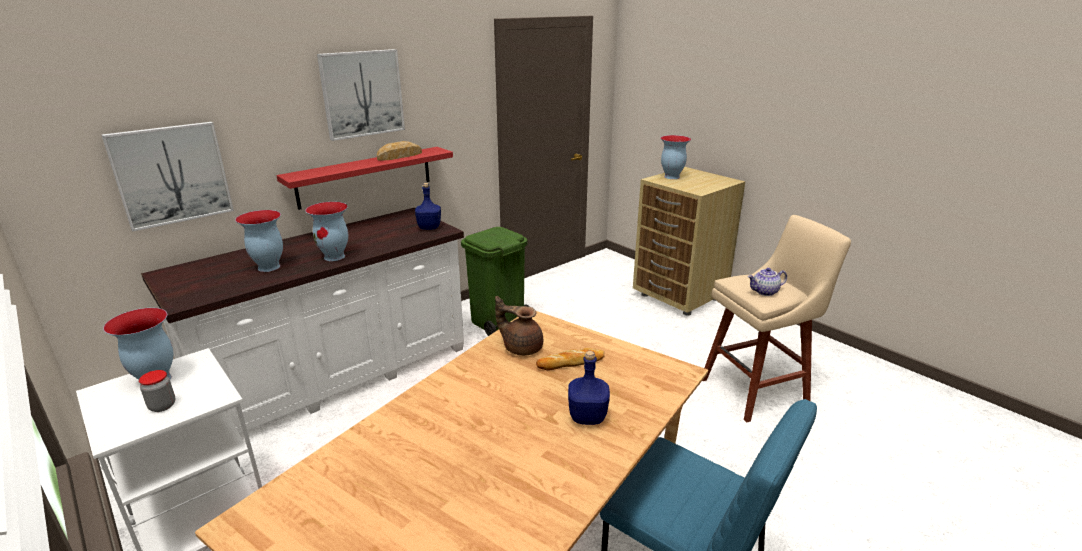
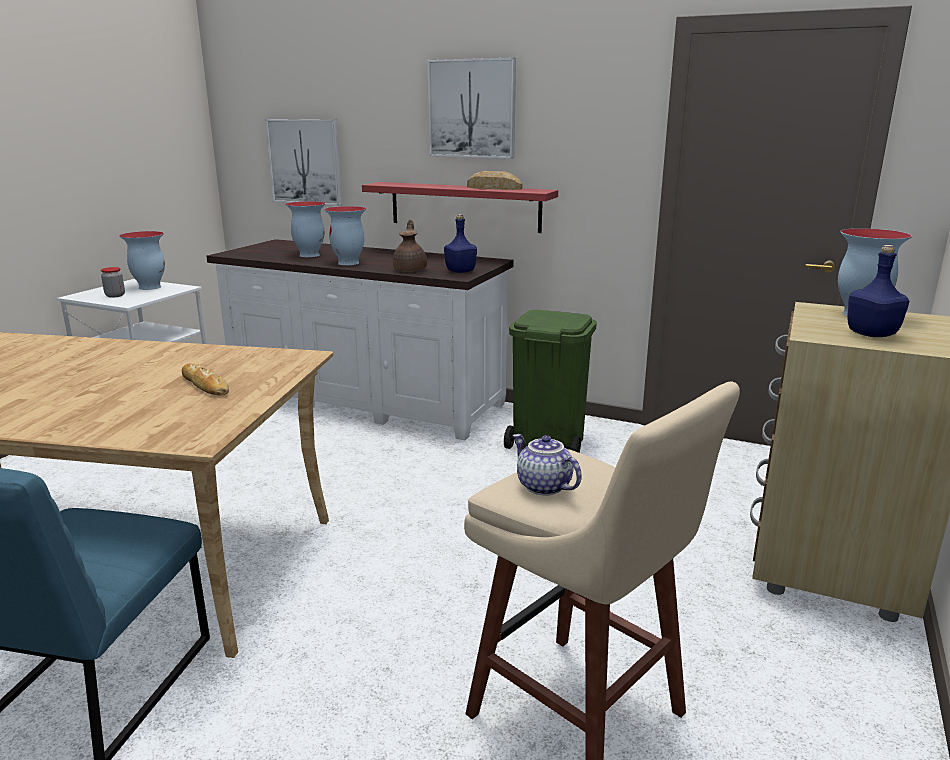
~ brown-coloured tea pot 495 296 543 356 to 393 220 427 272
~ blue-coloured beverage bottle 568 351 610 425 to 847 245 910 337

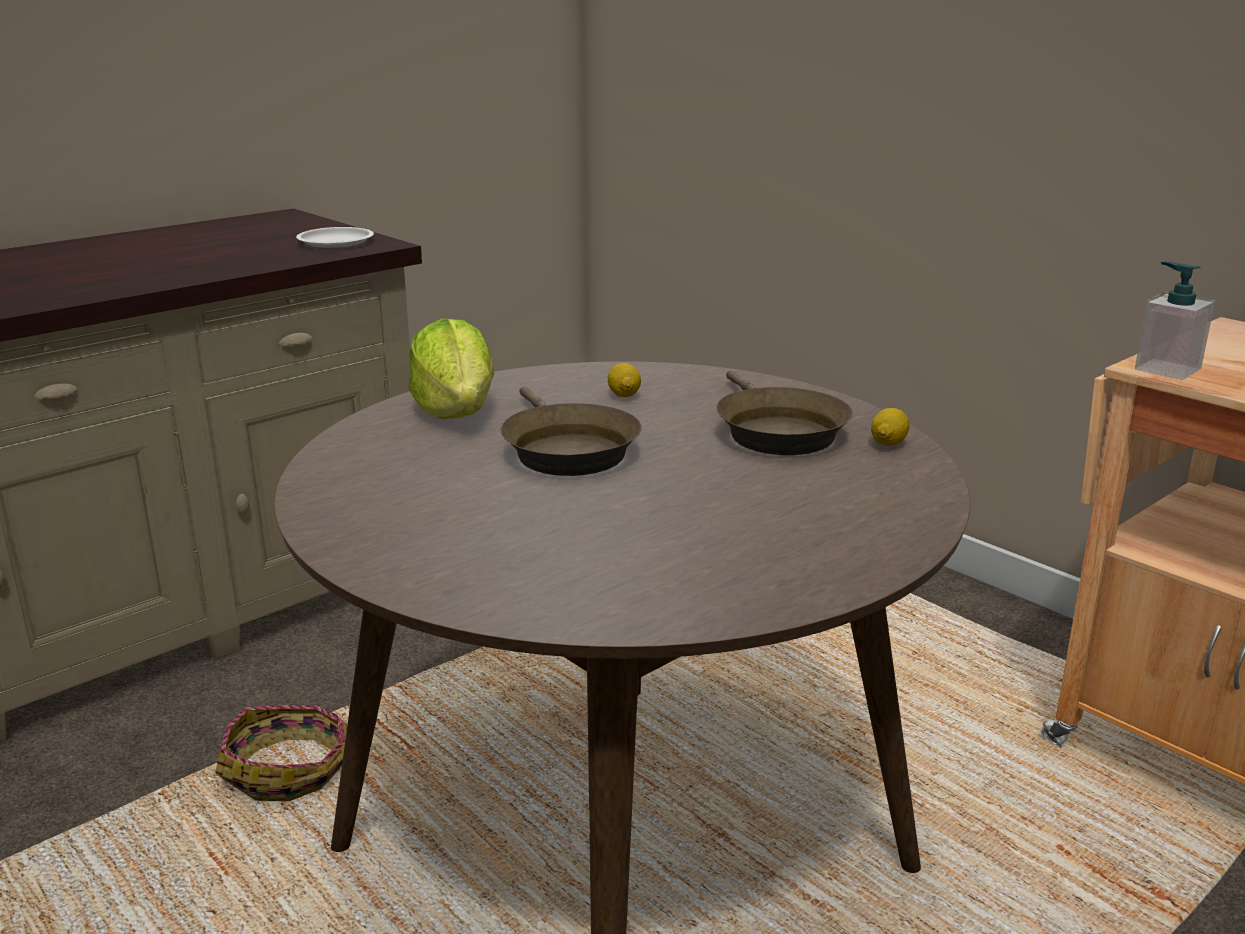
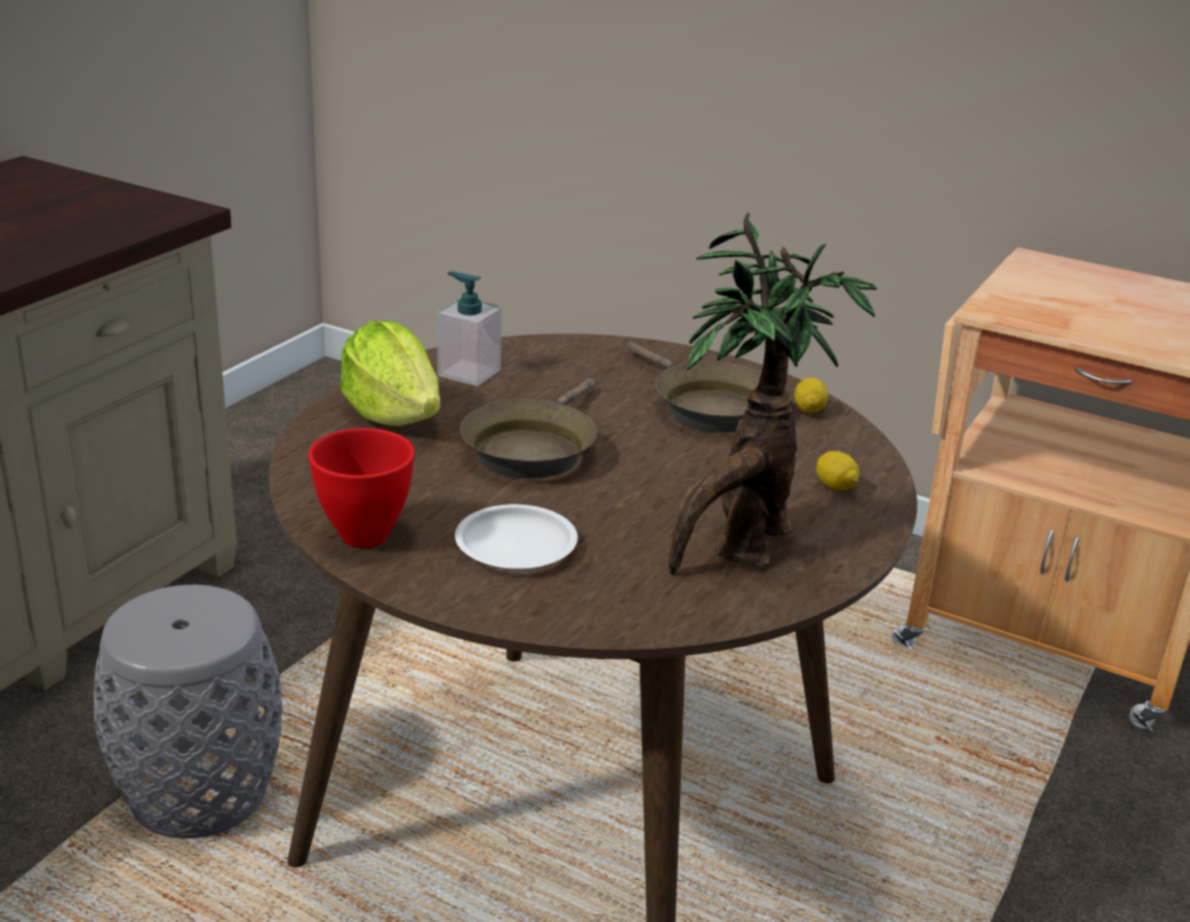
~ basket 215 705 347 801 to grey stool 94 585 283 839
+ reddish deep dish 308 428 415 548
~ liquid soap bottle 1135 261 1215 380 to 437 271 502 386
~ white plate 296 227 374 248 to 455 504 578 570
~ brown-coloured frying pan 501 387 642 476 = 460 378 597 479 60 degrees clockwise
+ plant in a pot 668 212 877 574
~ whole lemon 608 363 641 397 to 816 451 859 490

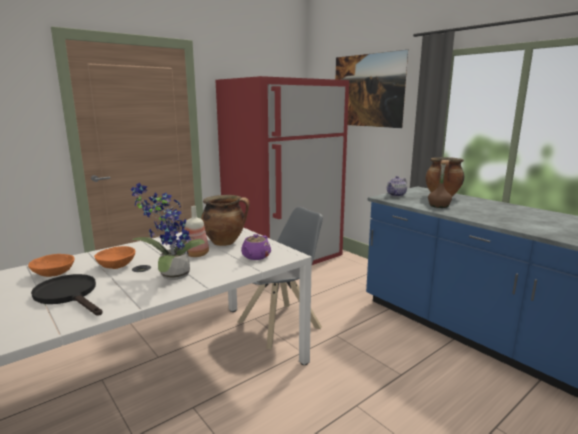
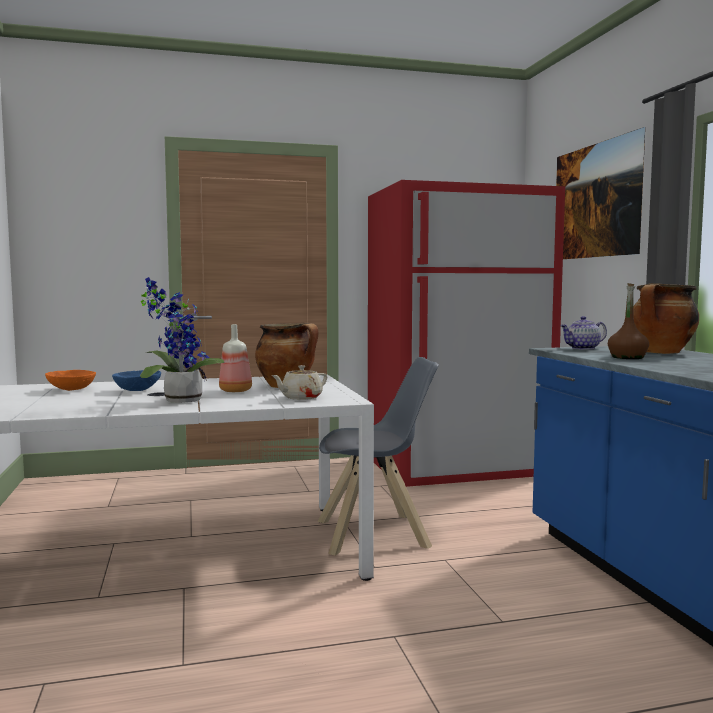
~ orange-coloured deep dish 94 246 135 269 to blue-coloured deep dish 112 370 161 391
~ purplish tea pot 241 234 271 260 to sand-coloured tea pot 271 365 327 400
- blackish frying pan 31 274 103 316

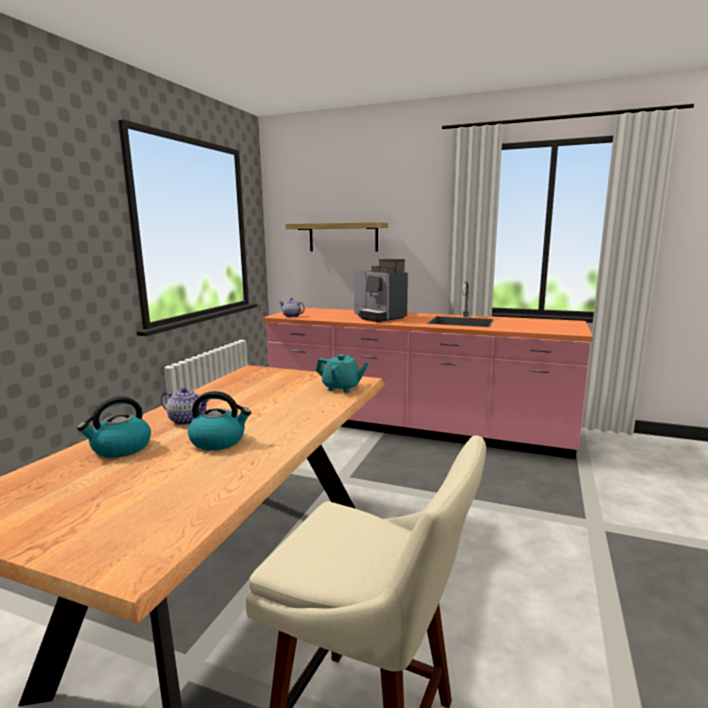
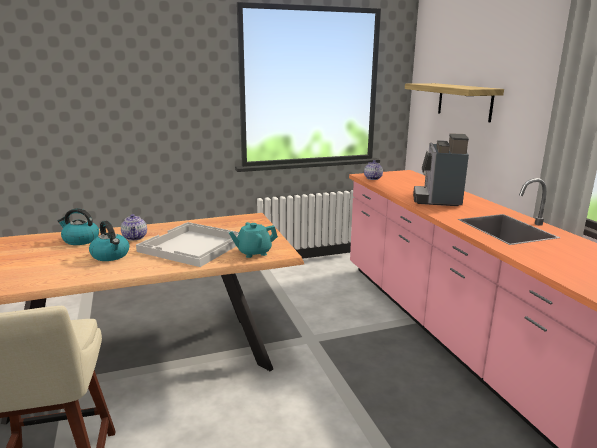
+ white serving tray 136 222 239 267
~ blue-green tea pot 316 354 369 392 = 229 222 278 258 90 degrees clockwise

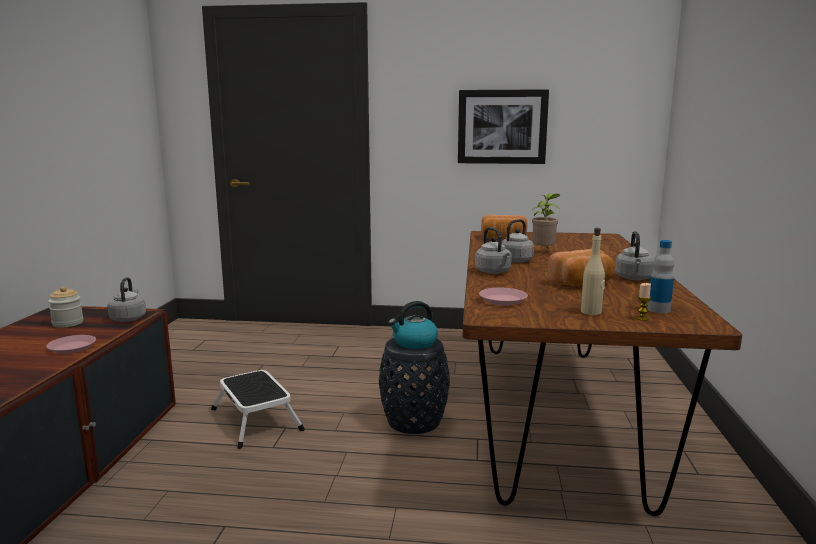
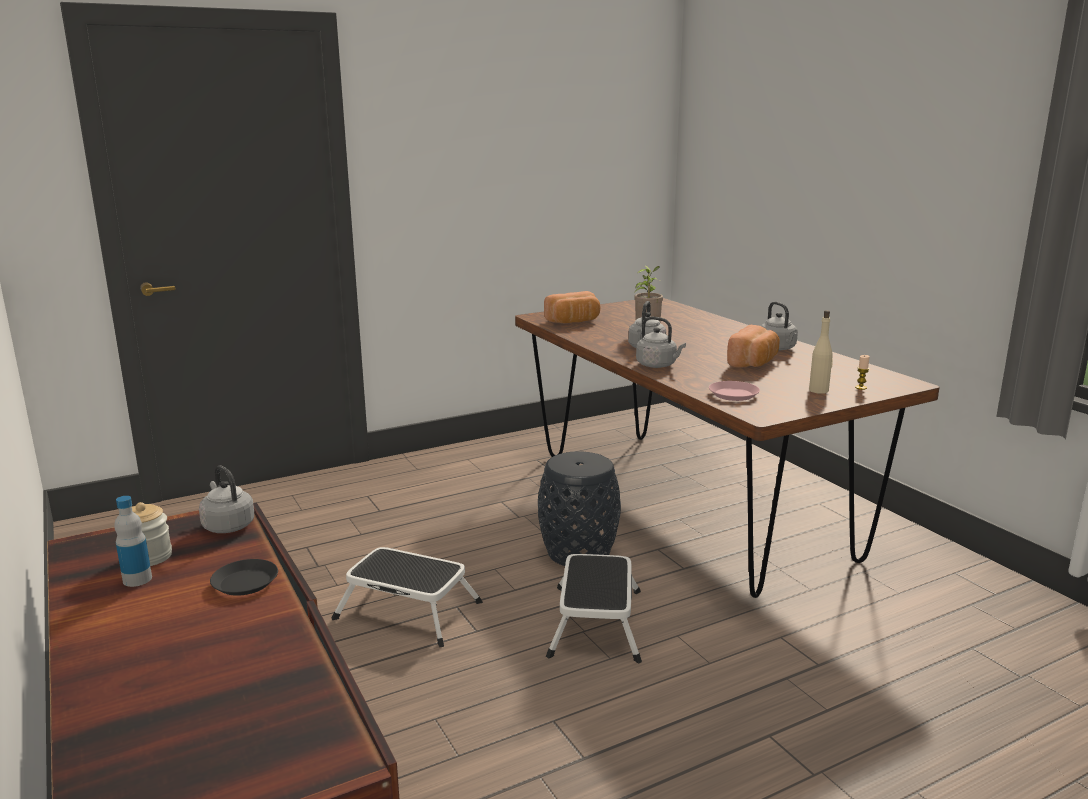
~ beverage bottle 647 240 674 313 to 114 496 152 587
~ pink-coloured plate 46 335 96 354 to blackish plate 210 559 278 596
+ blackish stepladder 546 554 642 664
- kettle 388 301 438 349
- picture 458 89 549 164

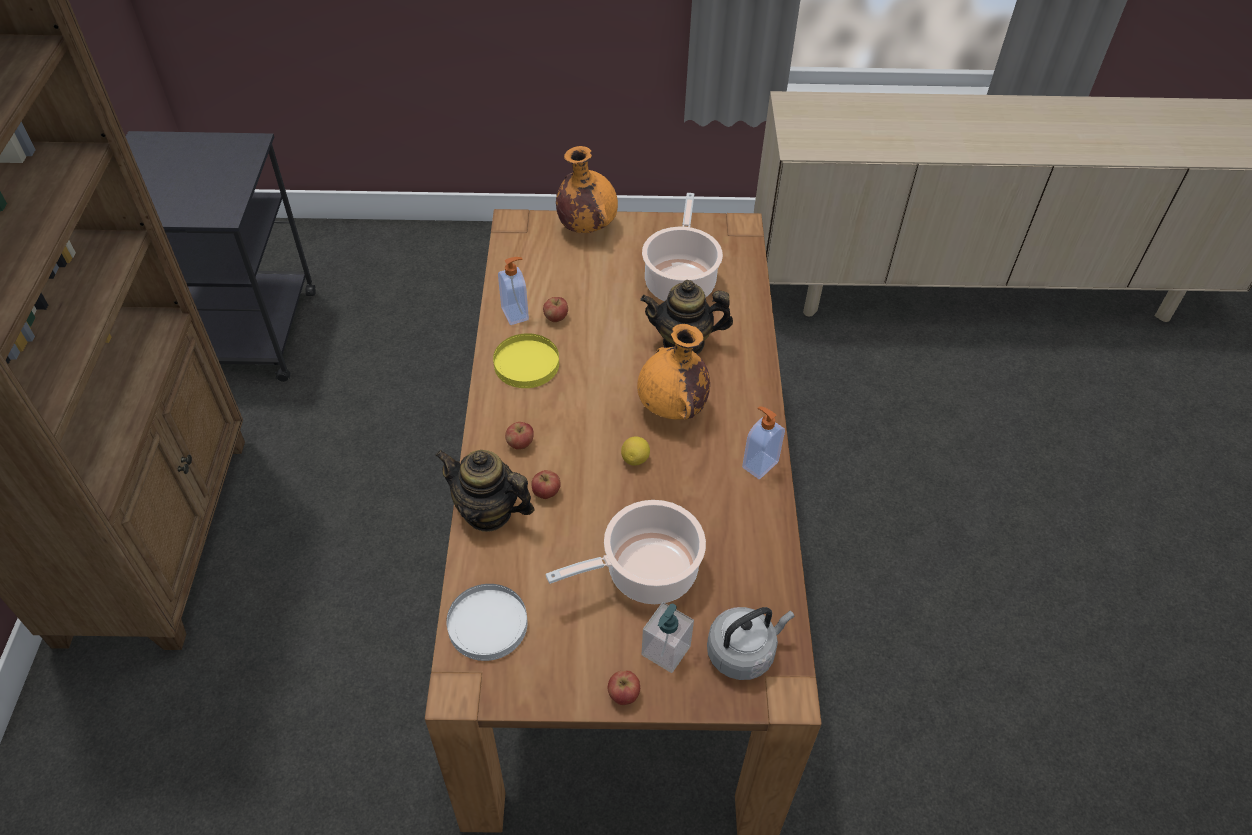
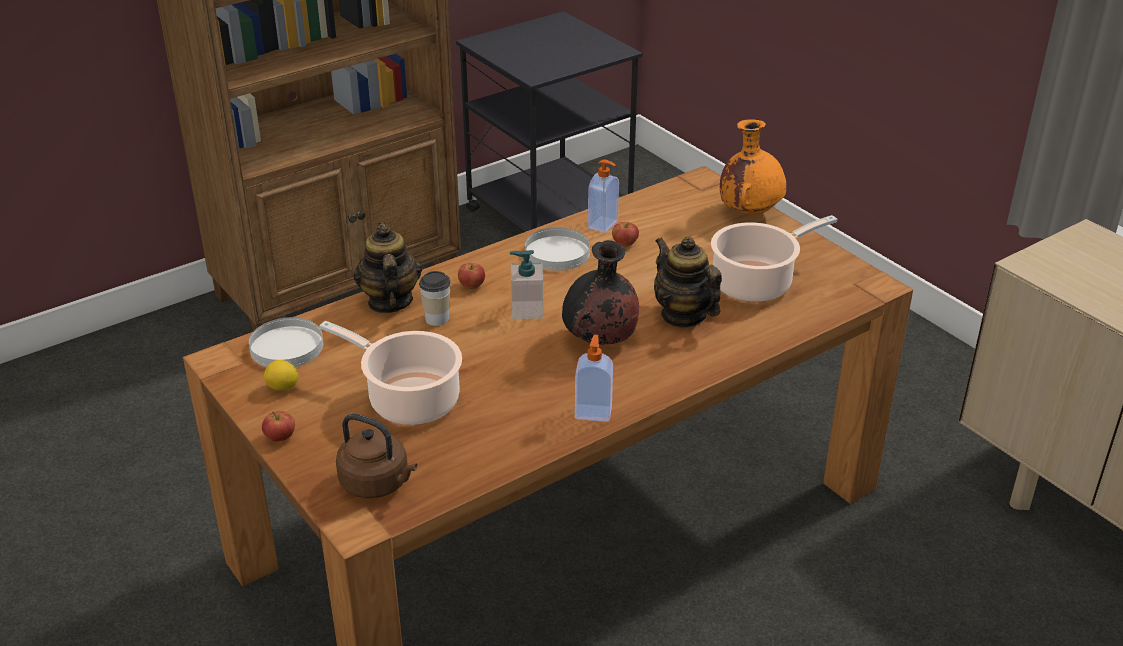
~ whole lemon 621 436 650 466 to 264 360 299 391
~ grey kettle 707 607 794 680 to brown-coloured kettle 336 414 417 498
~ whole apple 531 470 561 499 to drinking cup 419 271 451 326
~ liquid soap bottle 642 602 694 673 to 510 250 544 319
~ yellow plate 493 333 559 388 to white plate 525 228 590 271
~ orange-coloured decorative vase 637 324 710 420 to blackish decorative vase 562 240 639 344

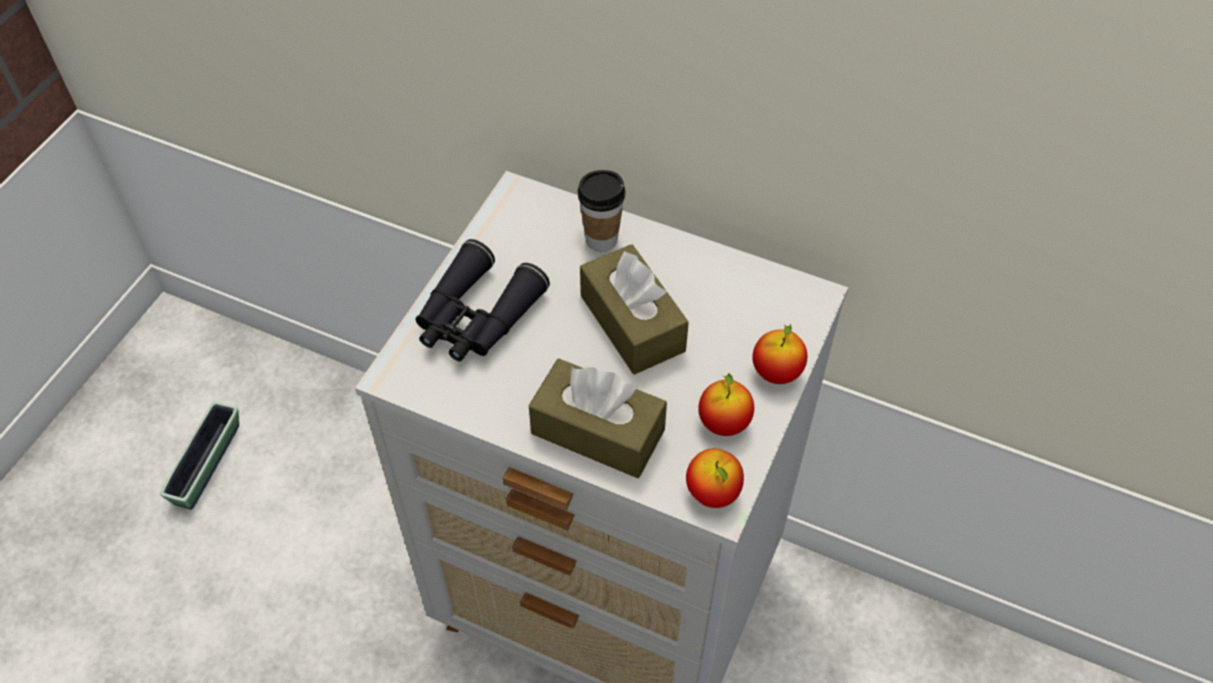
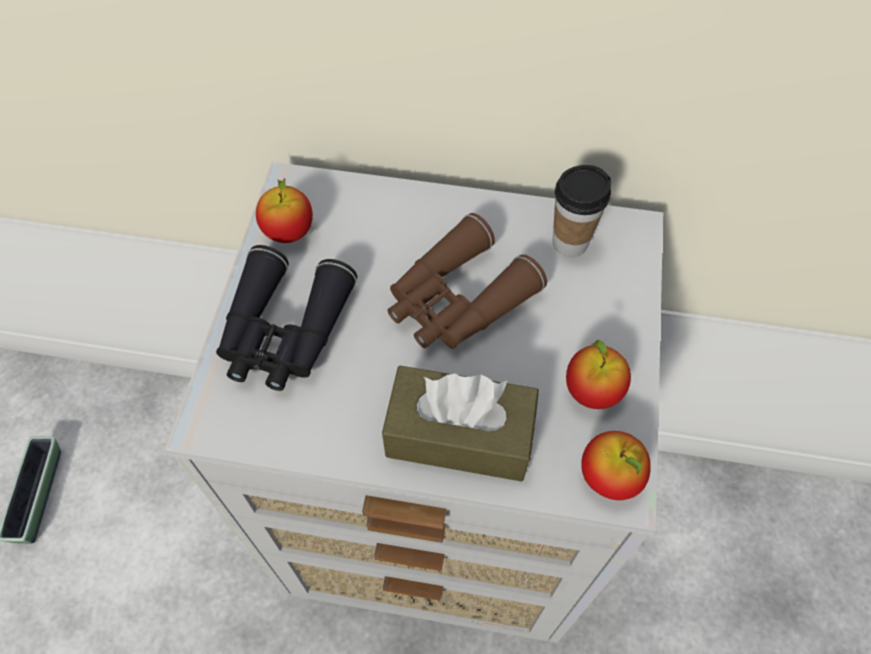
~ whole apple 752 324 807 384 to 256 178 313 243
~ brown-coloured tissue box 580 244 689 374 to brown-coloured binoculars 387 213 547 349
~ drinking cup 578 170 625 252 to 552 165 611 257

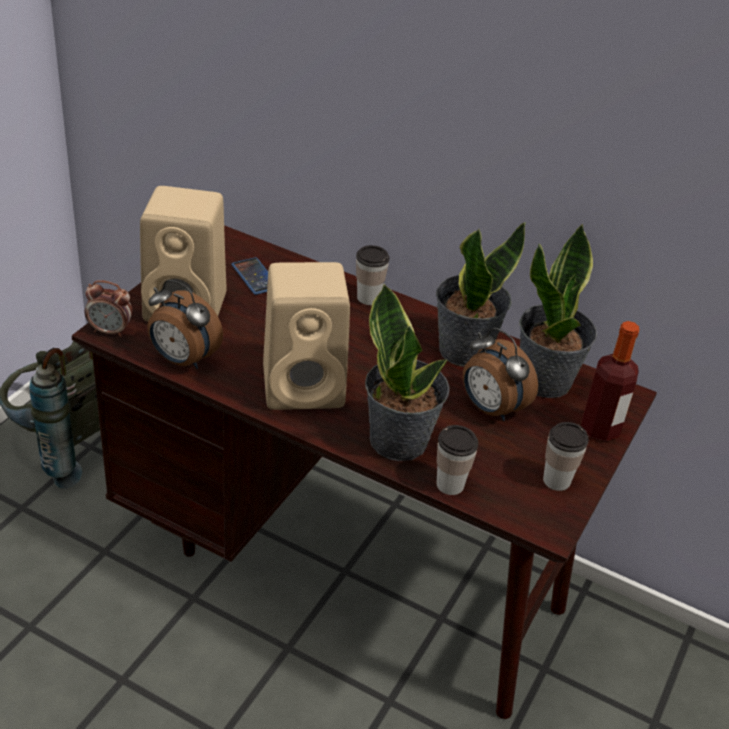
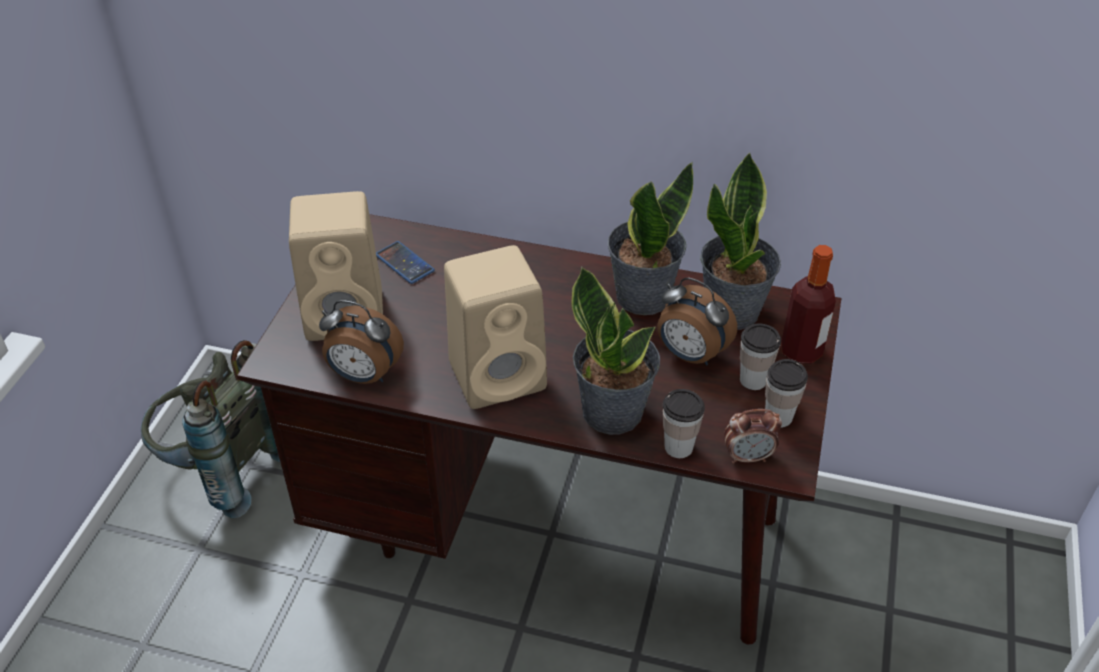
~ alarm clock 85 280 132 337 to 724 409 782 464
~ drinking cup 356 245 390 305 to 740 323 781 390

